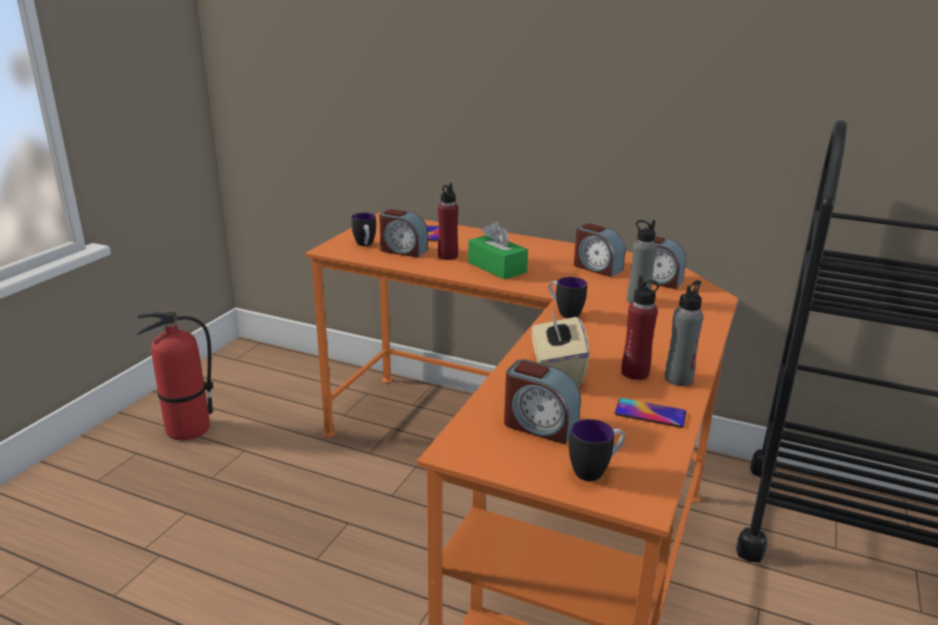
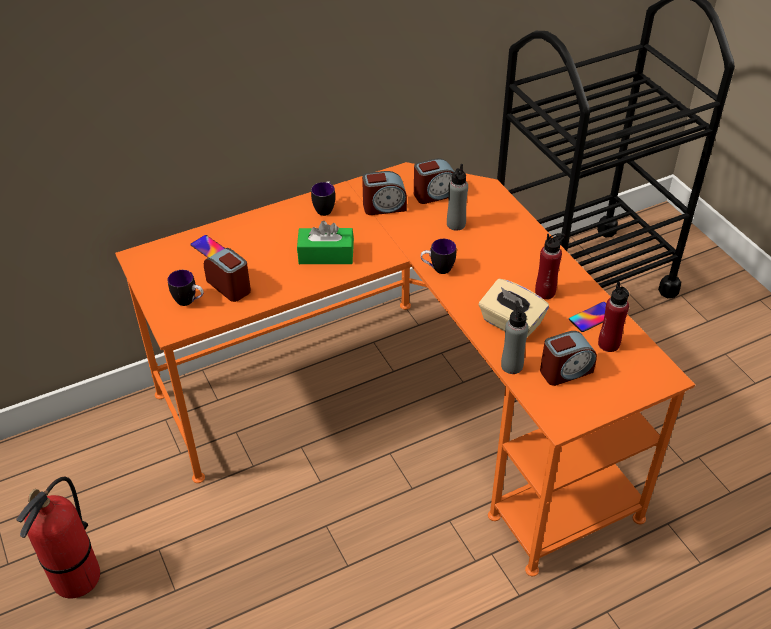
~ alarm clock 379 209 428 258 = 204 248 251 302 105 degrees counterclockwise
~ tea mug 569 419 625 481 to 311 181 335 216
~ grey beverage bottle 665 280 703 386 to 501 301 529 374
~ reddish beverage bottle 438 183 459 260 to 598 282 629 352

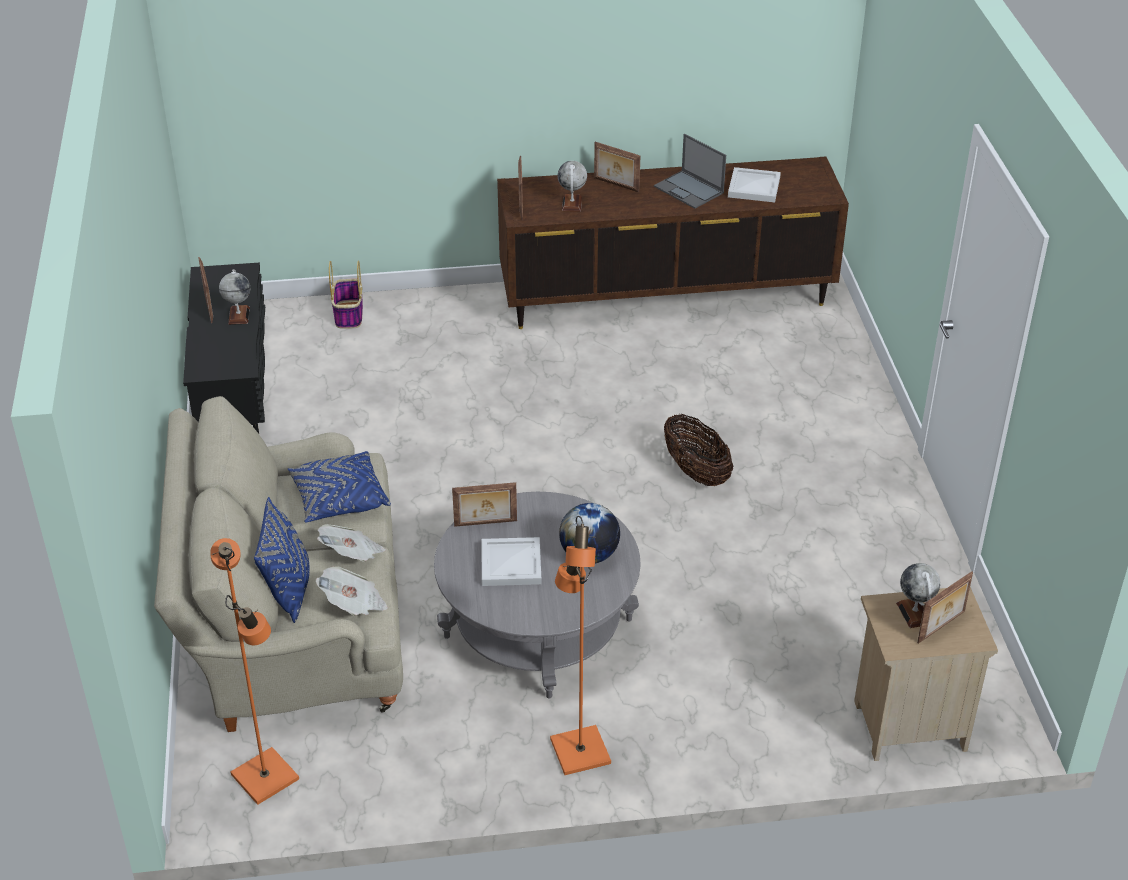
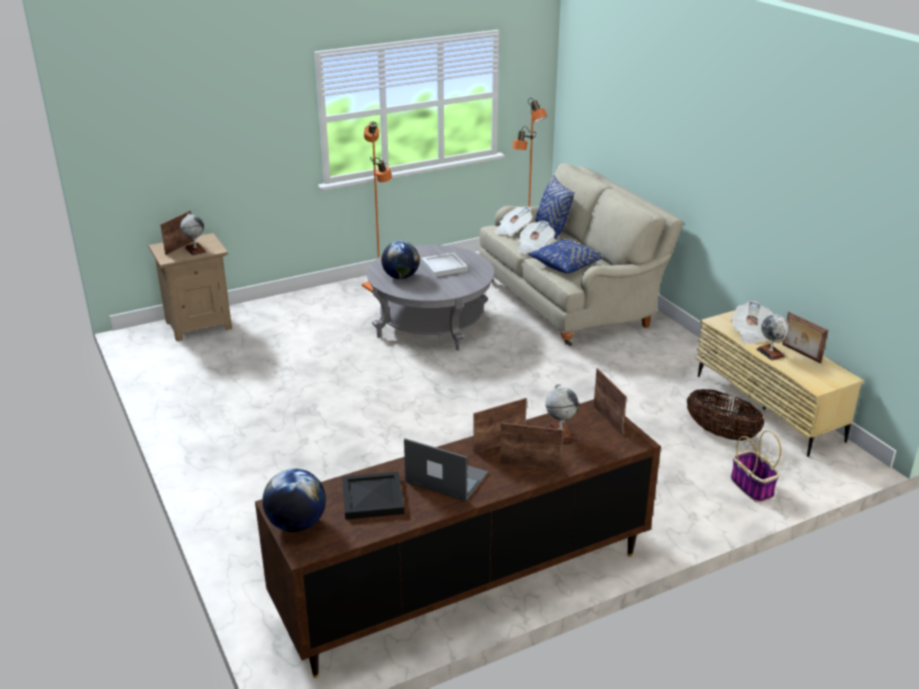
+ globe 262 469 326 532
~ white serving tray 728 167 781 202 to blackish serving tray 342 472 404 520
~ picture frame 452 482 517 527 to 473 398 527 453
~ basket 664 414 734 486 to 687 389 764 441
~ blackish tv stand 183 263 265 434 to sand-coloured tv stand 696 310 864 457
+ daily paper 731 301 774 344

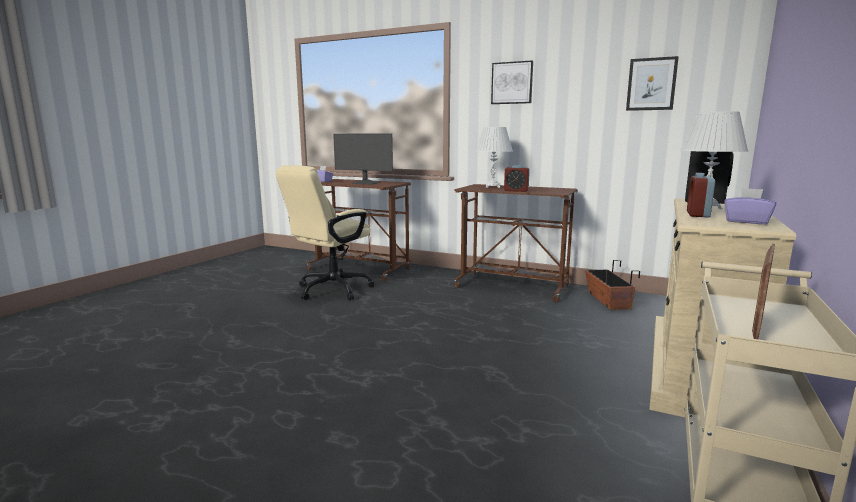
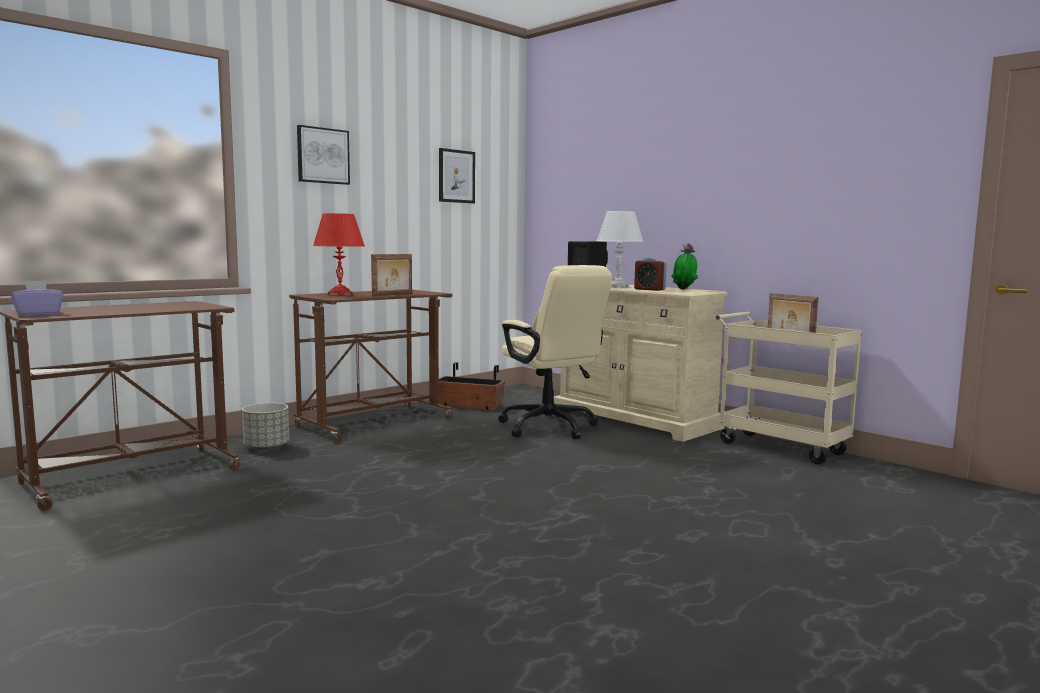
+ grey planter 242 403 289 450
~ white table lamp 476 127 513 188 to reddish table lamp 313 213 365 296
~ alarm clock 504 165 530 192 to picture frame 371 254 412 296
~ sand-coloured office chair 276 165 375 300 to 498 265 612 439
~ purplish tissue box 724 188 776 224 to plant in a pot 671 243 698 290
- monitor 333 134 393 184

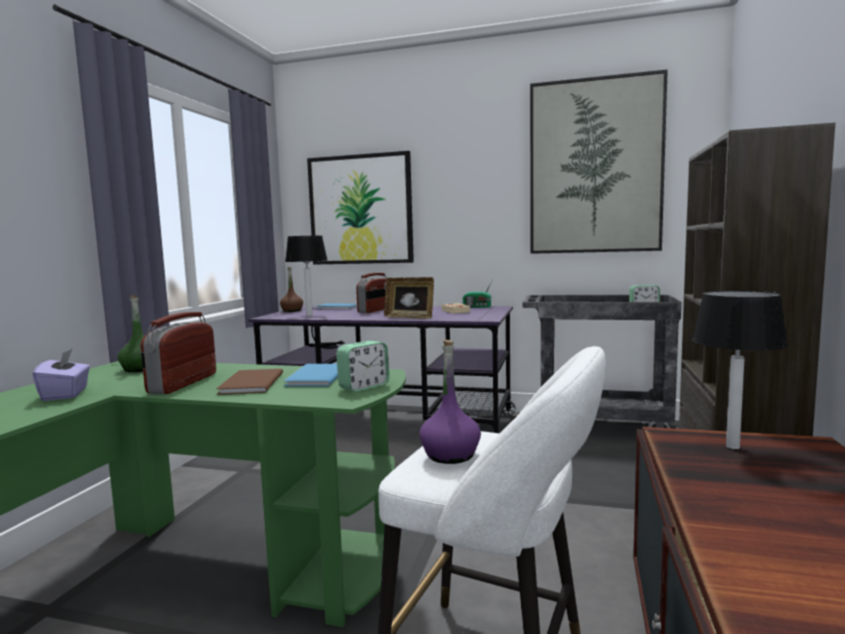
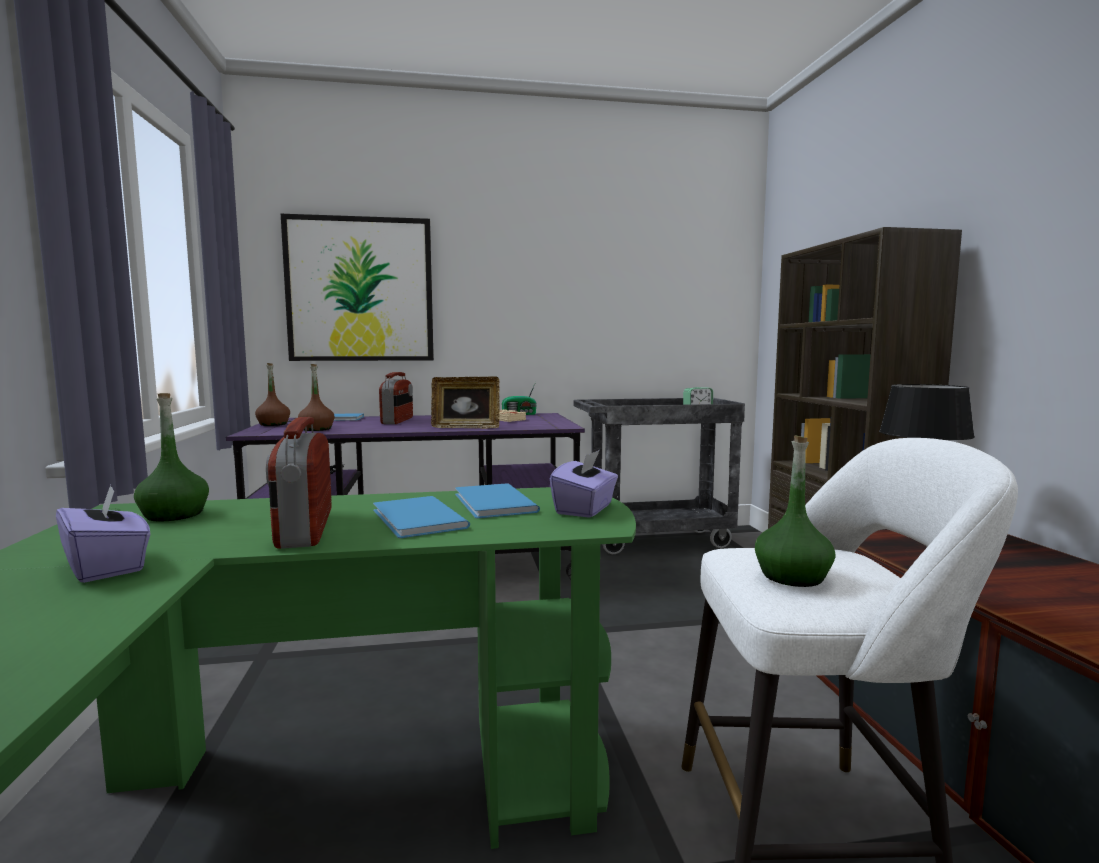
~ table lamp 285 236 327 316 to brown-coloured beverage bottle 298 364 335 431
~ brown-coloured book 216 369 283 395 to blue-coloured book 373 496 470 538
~ alarm clock 336 341 390 392 to purplish tissue box 550 450 618 518
~ purplish beverage bottle 420 340 481 464 to green-coloured beverage bottle 755 435 835 587
- picture 530 69 668 254

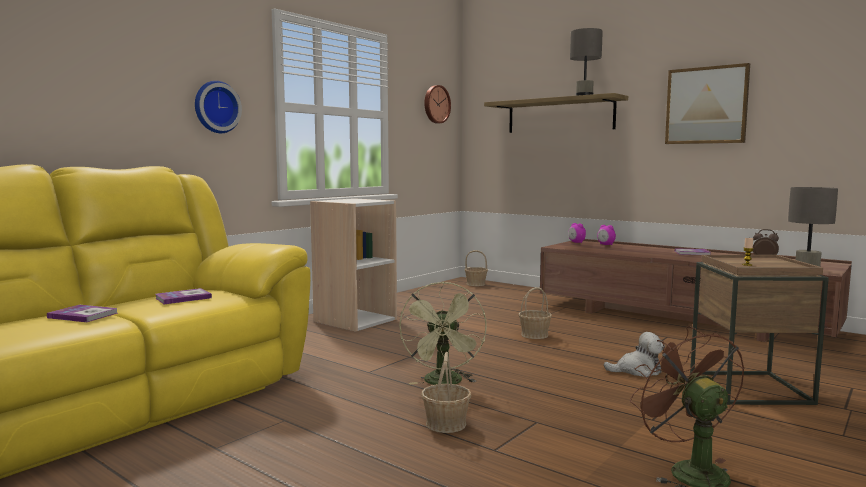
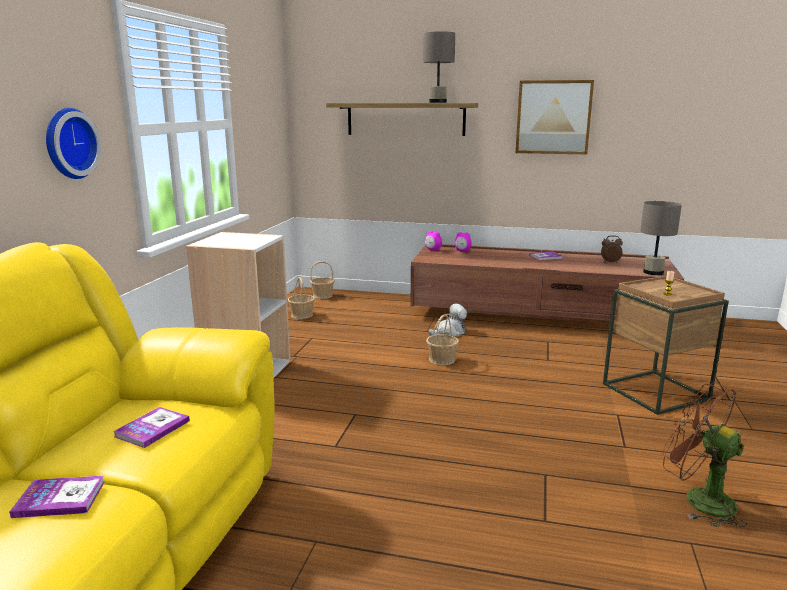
~ basket 421 352 472 433 to 288 277 315 319
~ cuddly toy 604 332 665 377 to 428 304 467 337
- green-coloured electric fan 399 282 487 385
- hanging clock 424 85 451 124

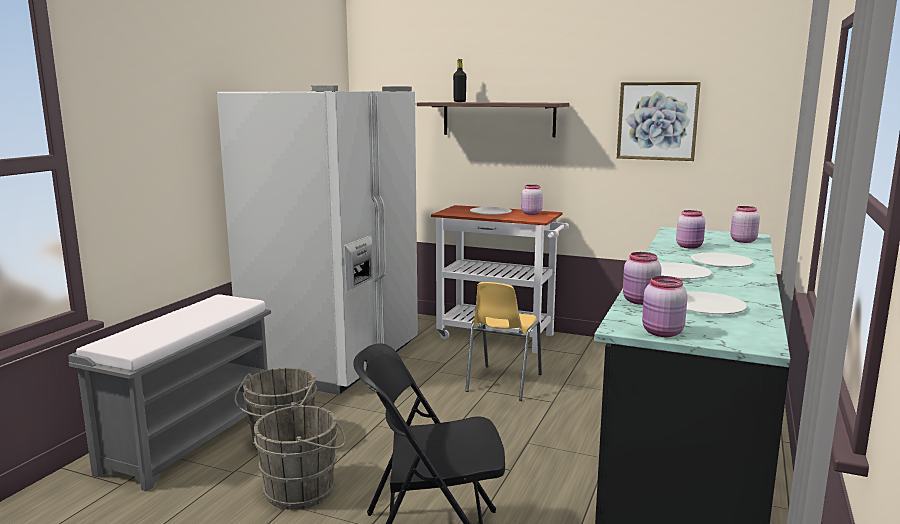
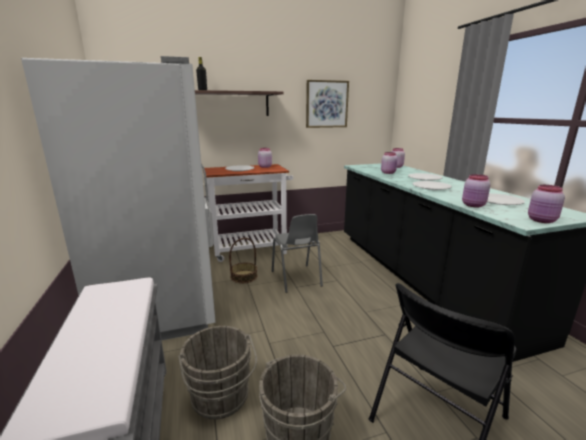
+ basket 229 238 257 283
~ yellow plain chair 465 282 542 401 to grey plain chair 272 214 323 293

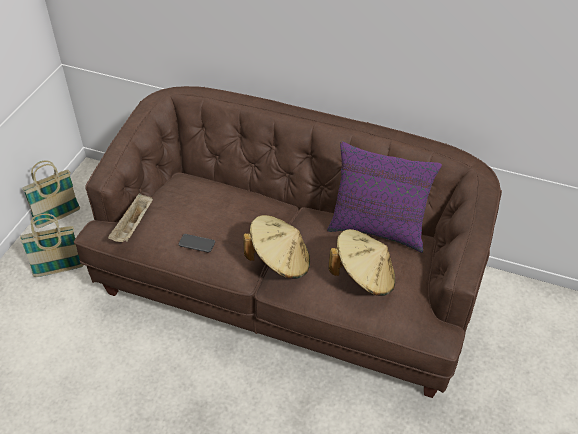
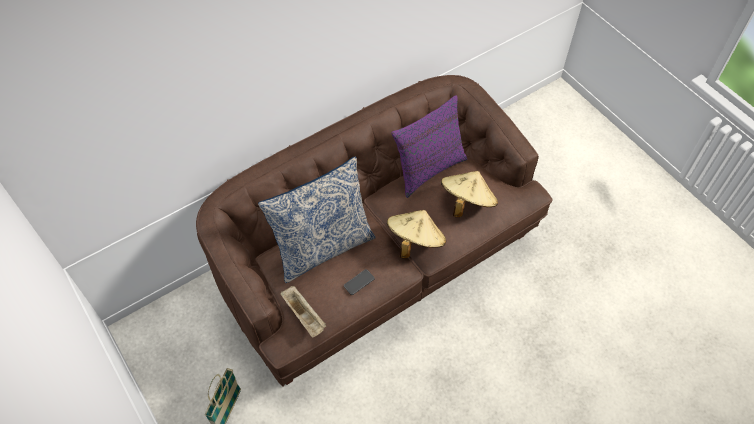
+ pillow 258 157 376 283
- basket 22 160 80 228

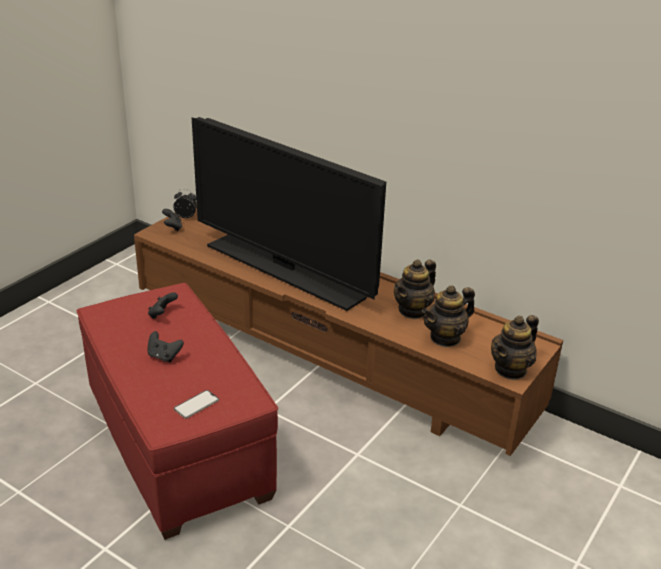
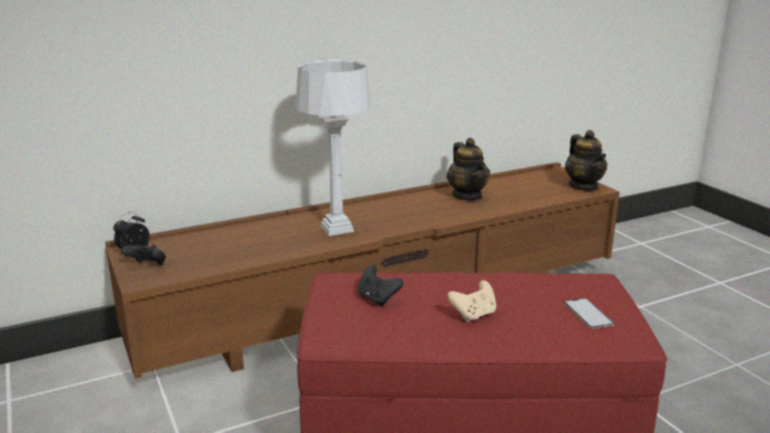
~ television 192 117 386 311 to grey table lamp 295 60 371 236
~ blackish game controller 147 331 184 363 to sand-coloured game controller 447 280 496 322
- tea pot 422 285 475 347

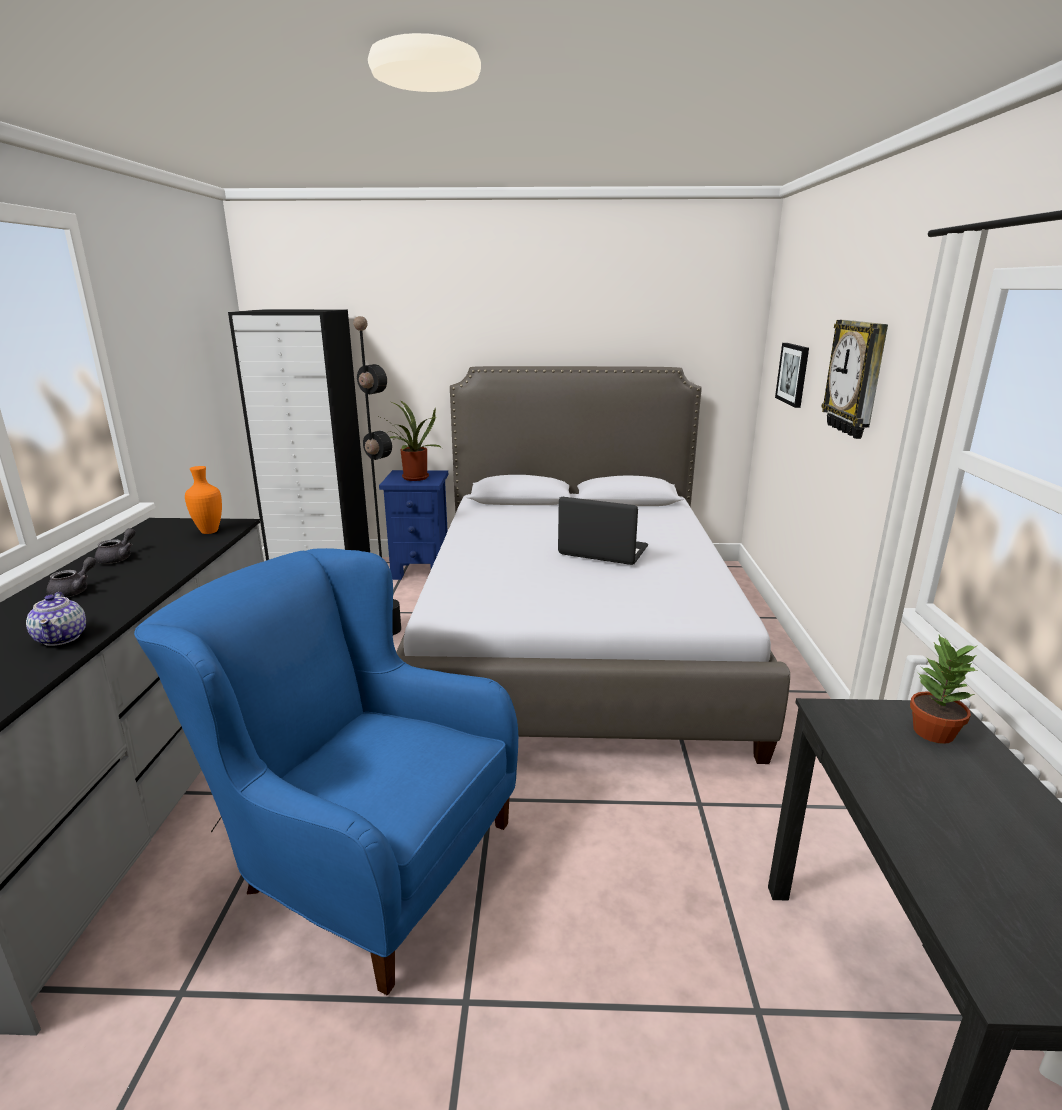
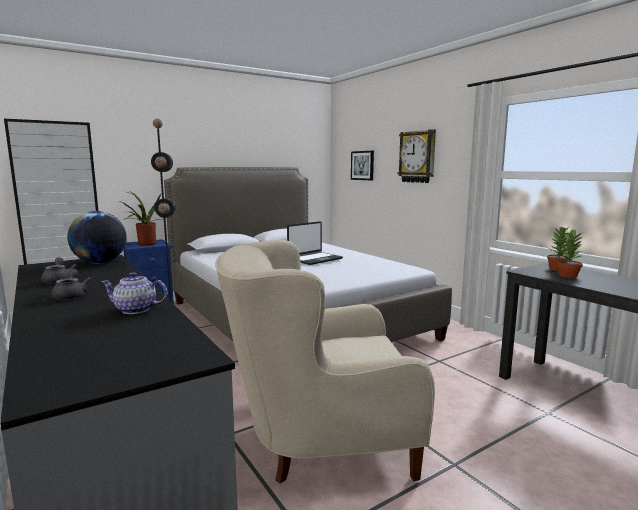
~ orange-coloured decorative vase 185 466 222 534 to globe 68 211 127 264
~ tea pot 26 592 86 646 = 101 272 167 314 150 degrees clockwise
~ blue-coloured armchair 134 548 518 995 to sand-coloured armchair 215 240 435 484
~ laptop 558 497 648 565 = 287 221 343 265 150 degrees clockwise
+ plant in a pot 556 229 583 278

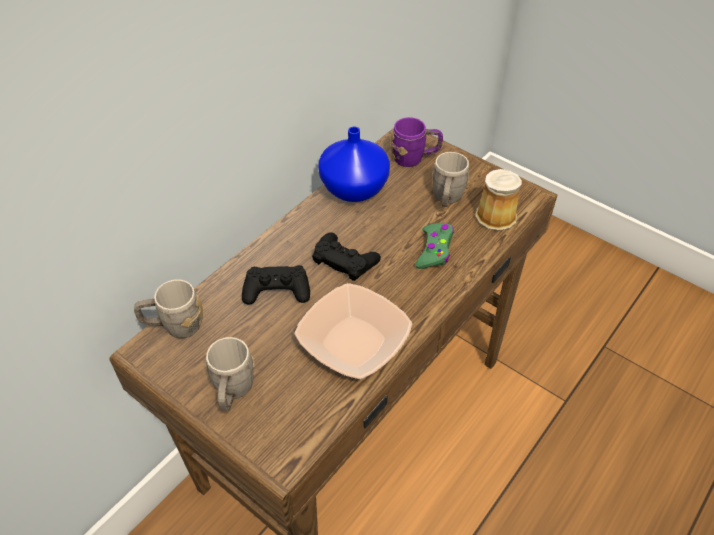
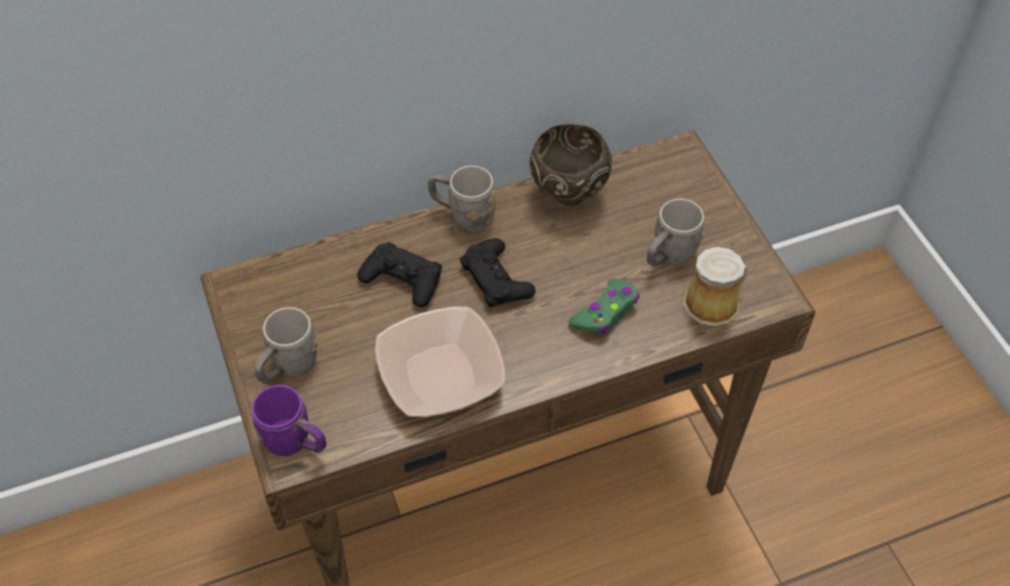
~ purplish tea mug 390 117 443 167 to 252 385 326 456
~ grey tea mug 134 280 203 338 to 428 165 496 231
~ blue-coloured decorative vase 318 127 390 202 to brown-coloured deep dish 530 124 612 206

